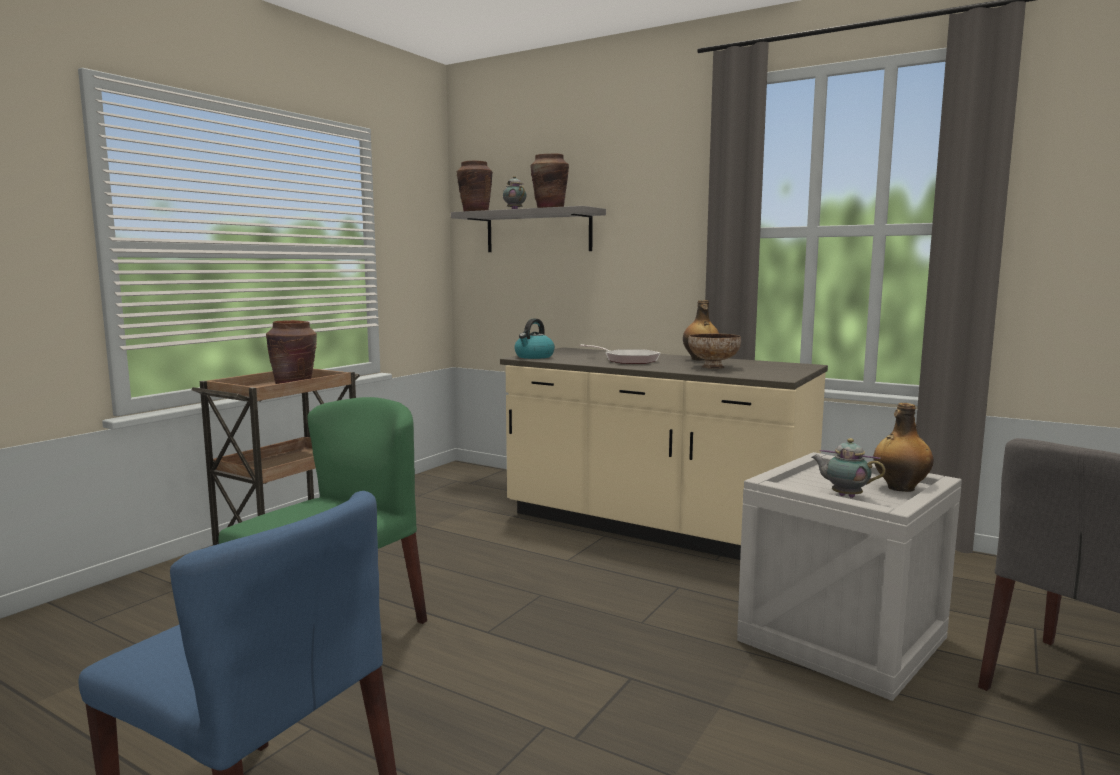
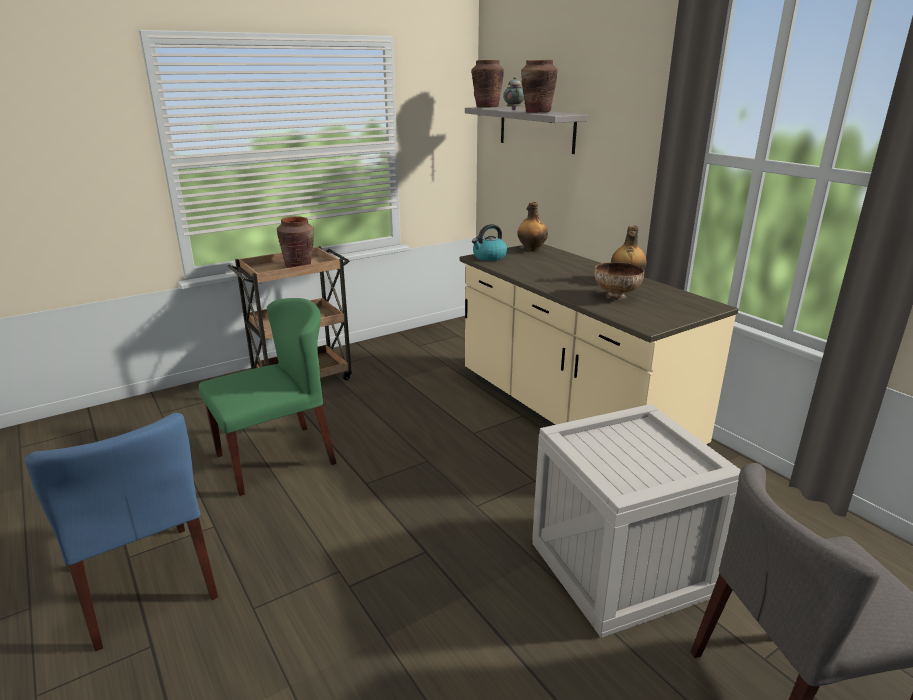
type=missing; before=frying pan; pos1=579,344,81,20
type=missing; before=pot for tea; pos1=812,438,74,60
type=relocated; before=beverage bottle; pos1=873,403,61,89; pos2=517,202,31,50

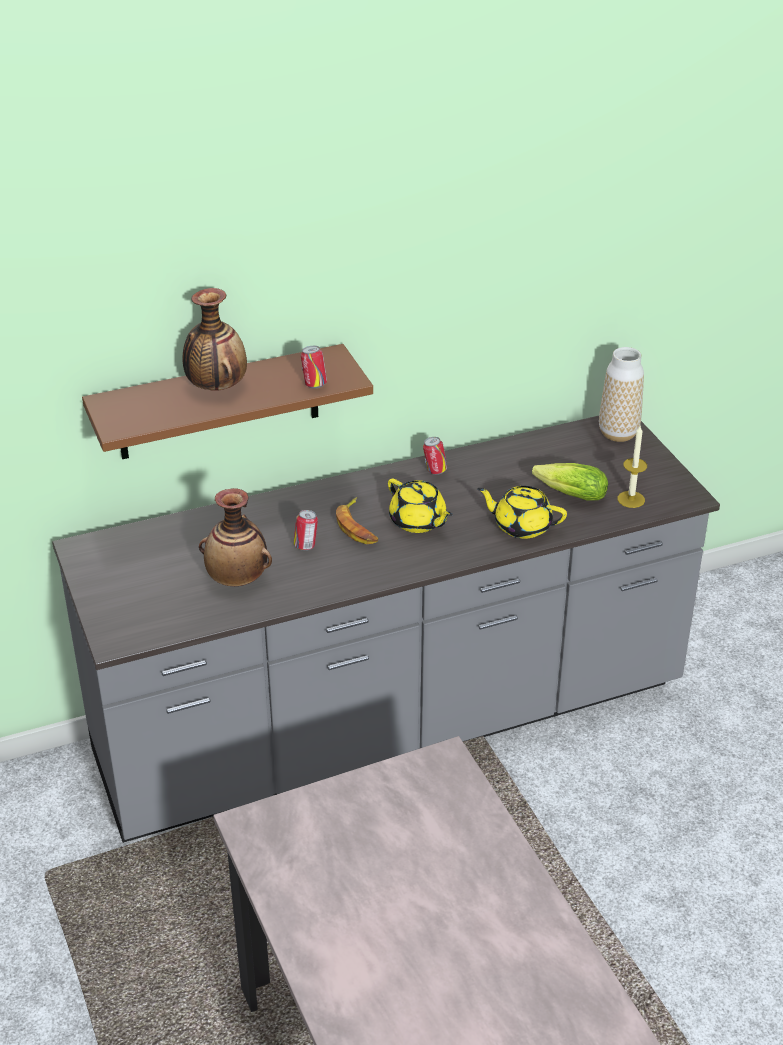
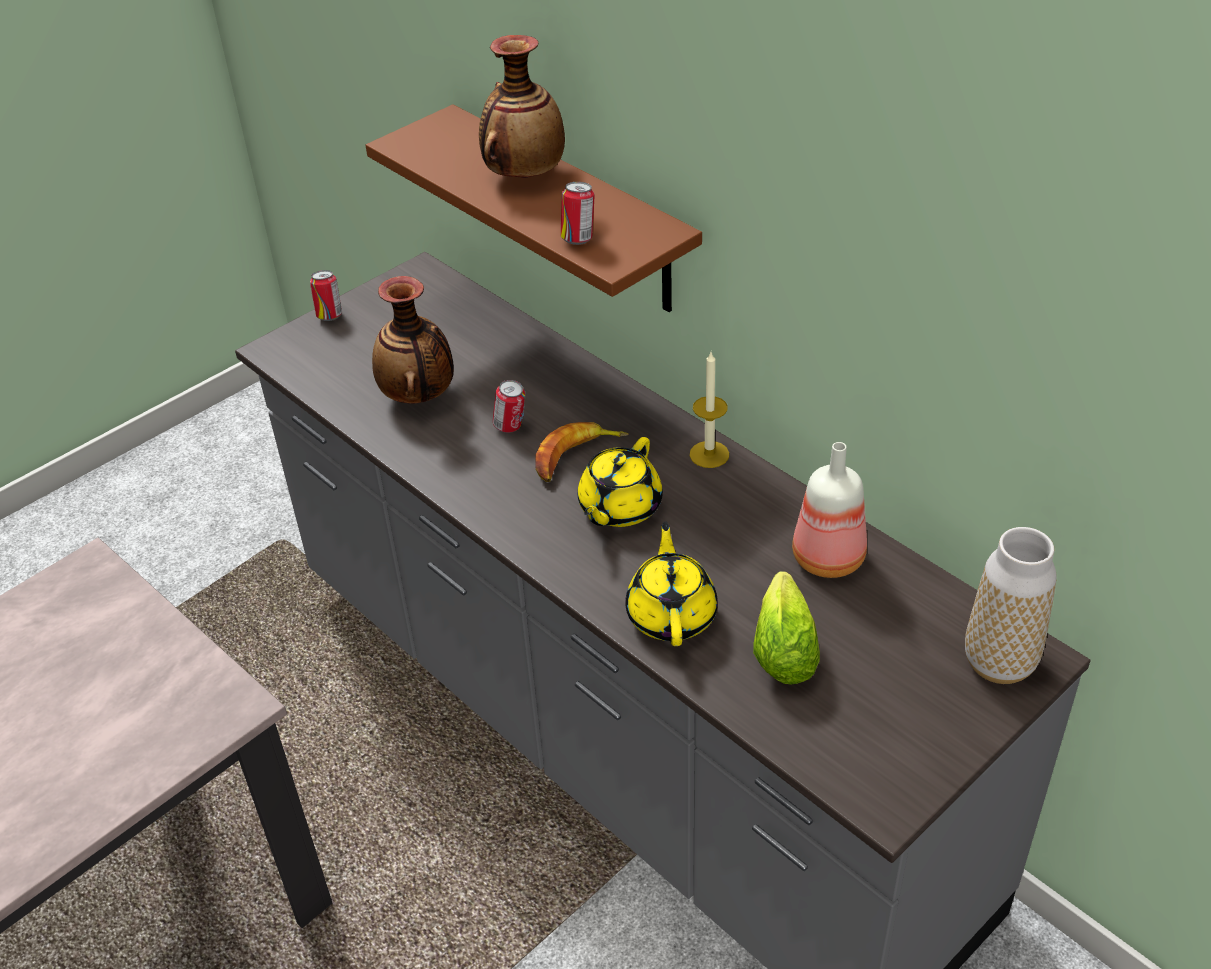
type=relocated; before=metal can; pos1=423,437,24,38; pos2=310,270,32,51
type=relocated; before=wax candle; pos1=617,426,30,82; pos2=690,352,39,116
type=appeared; after=beverage bottle; pos2=792,442,75,136

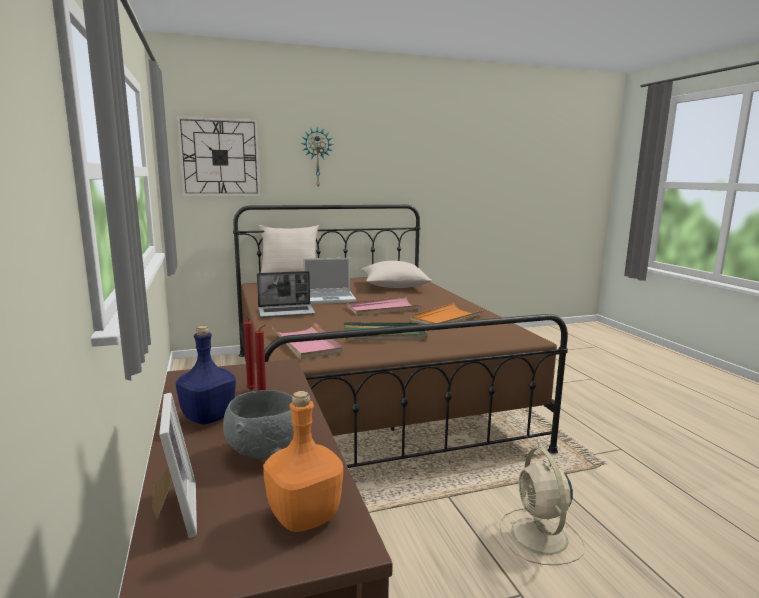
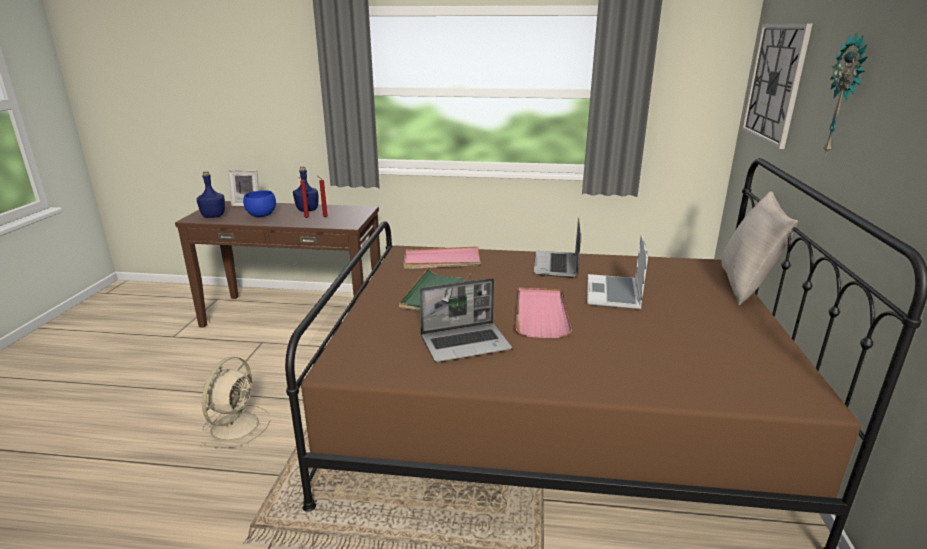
type=colour; before=serving bowl/gray; after=serving bowl/bluish; pos1=223,390,71,69; pos2=243,190,33,27
type=colour; before=beverage bottle/orangey; after=beverage bottle/bluish; pos1=263,391,80,141; pos2=197,171,28,47
type=missing; before=pillow/beige-coloured; pos1=361,261,71,27
type=exchanged; before=serving tray/orangey; after=laptop; pos1=410,303,74,21; pos2=419,278,93,84
type=spun; before=cooling fan/beige-coloured; pos1=500,448,85,117; pos2=200,357,70,91; turn=90

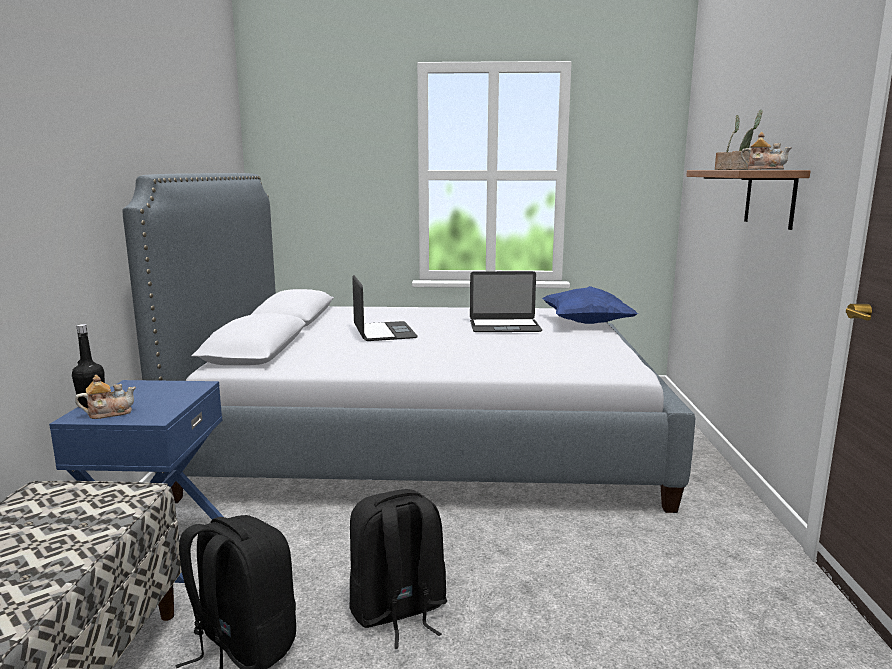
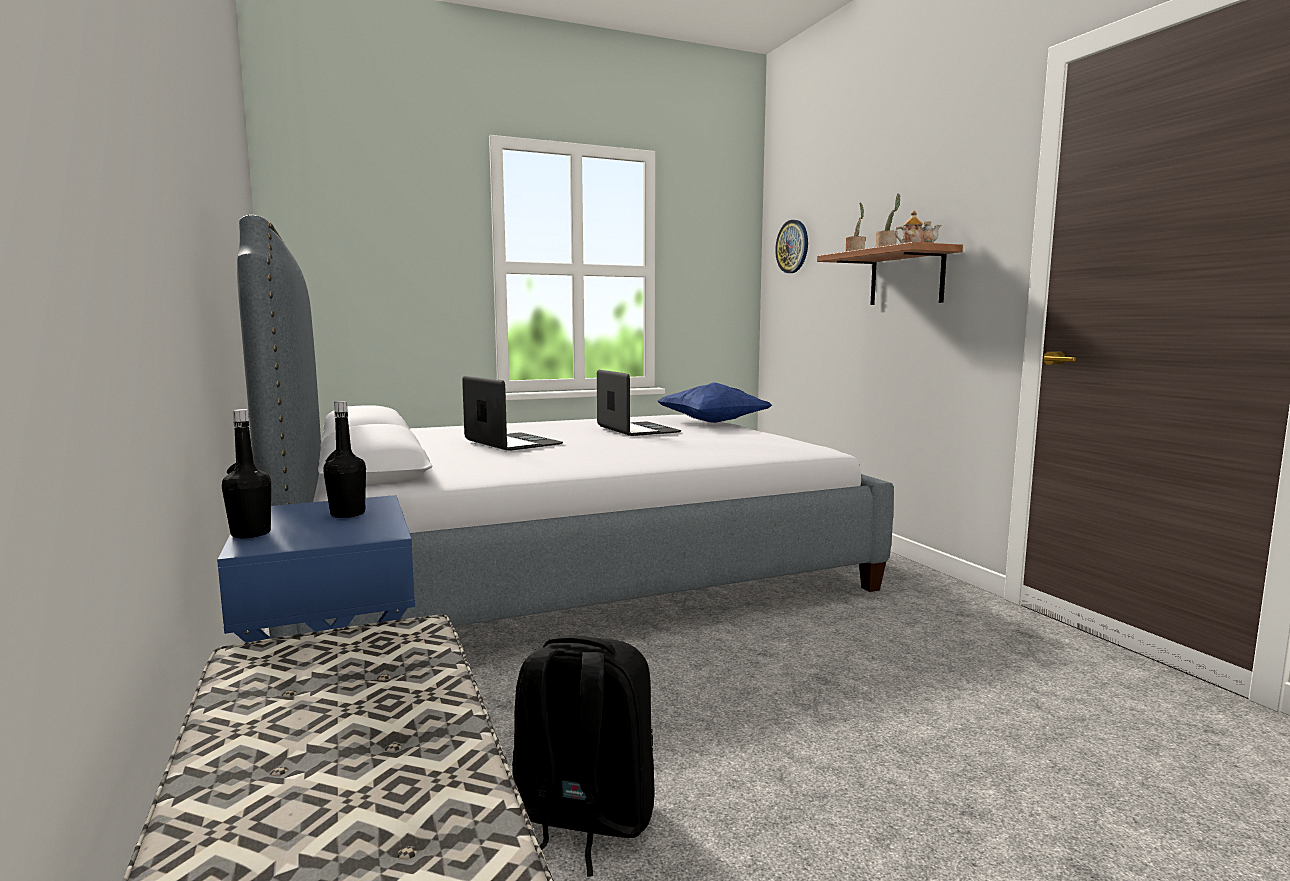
type=missing; before=pot for tea; pos1=75,375,61,44
type=missing; before=rucksack/black; pos1=349,489,98,160
type=spun; before=laptop; pos1=470,271,72,61; pos2=597,370,84,66; turn=-90
type=appeared; after=beverage bottle/black; pos2=323,401,43,117
type=appeared; after=wall clock; pos2=775,220,33,53

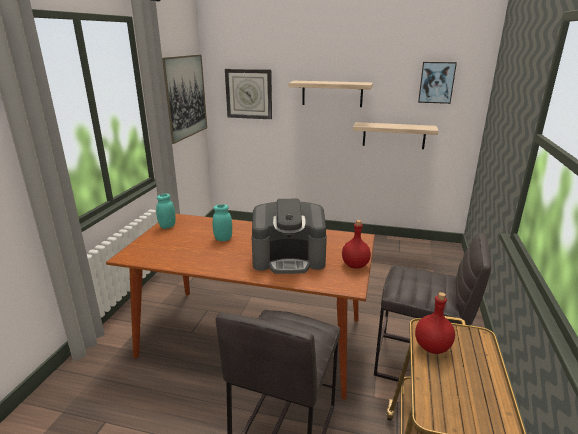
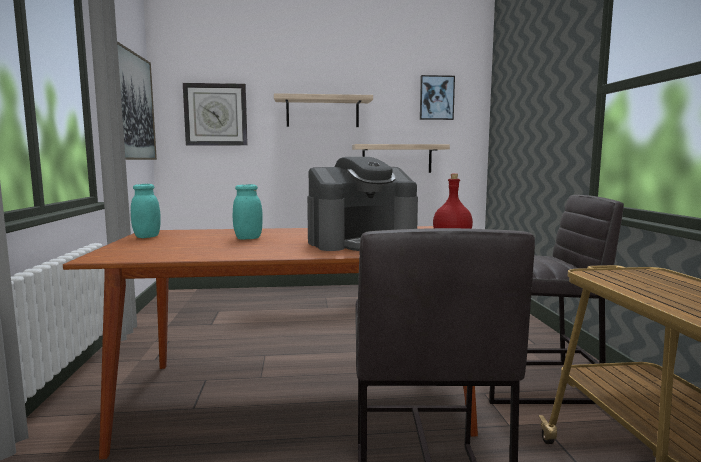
type=missing; before=beverage bottle/red; pos1=415,292,40,62

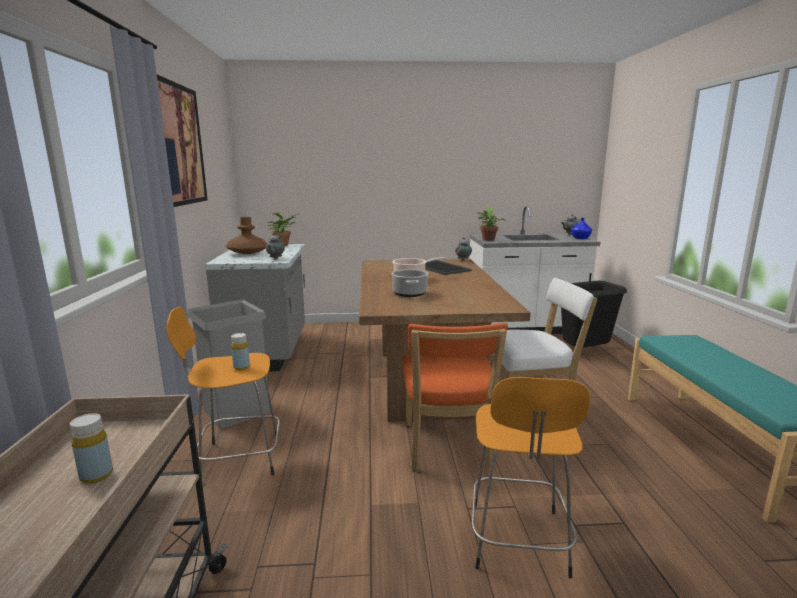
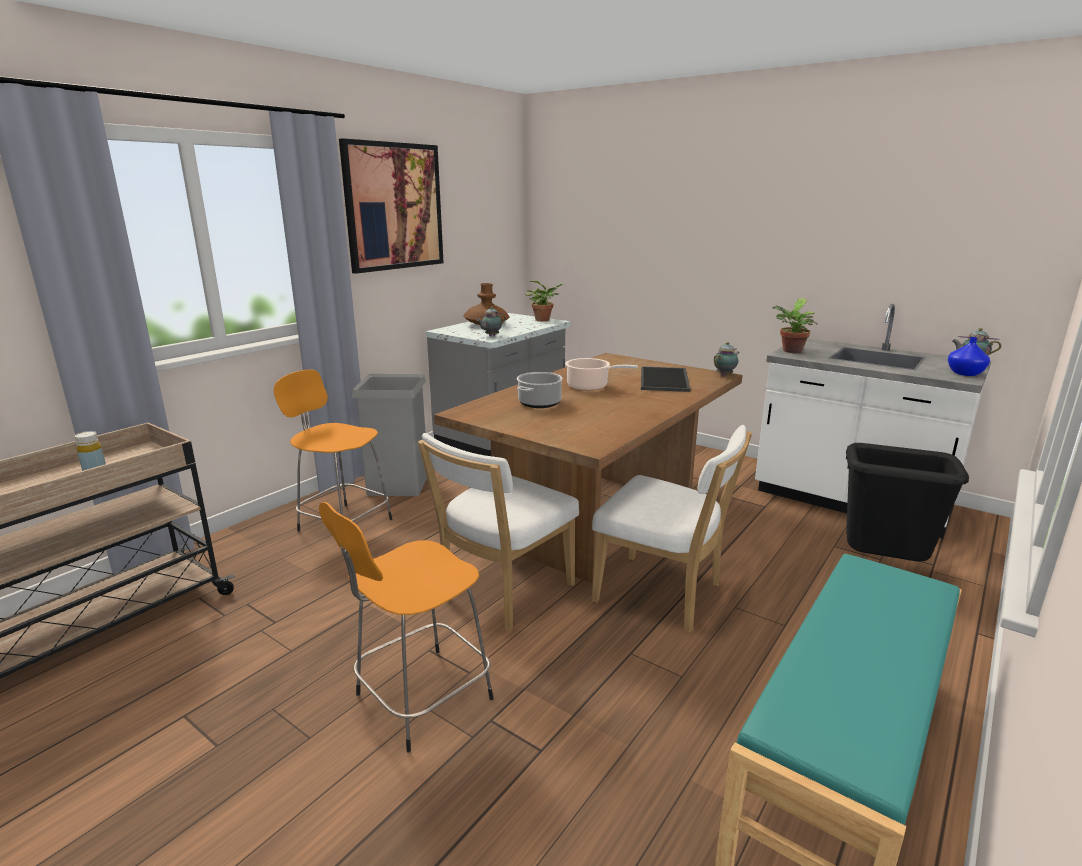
type=missing; before=beverage bottle/yellow-coloured; pos1=231,333,19,37
type=colour; before=plain chair/orangey; after=plain chair/whitish; pos1=402,323,106,147; pos2=418,433,161,198

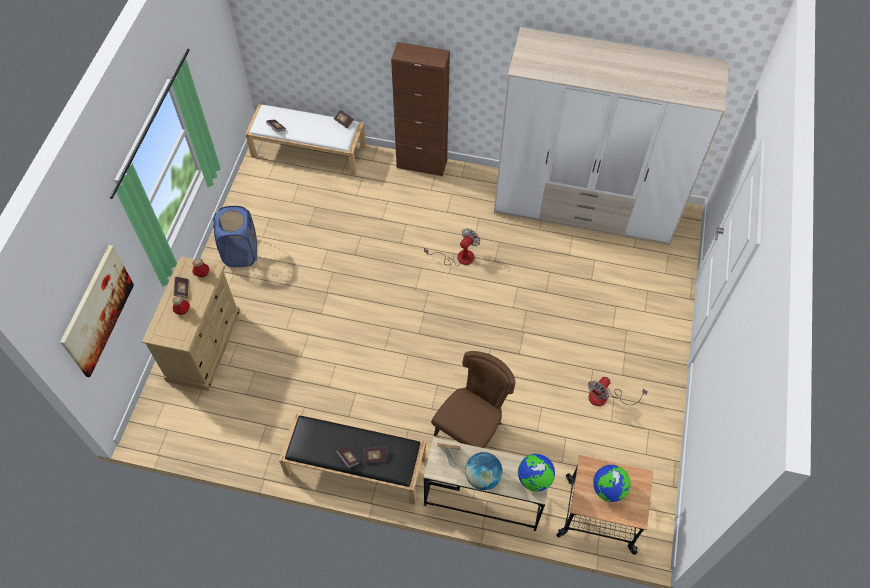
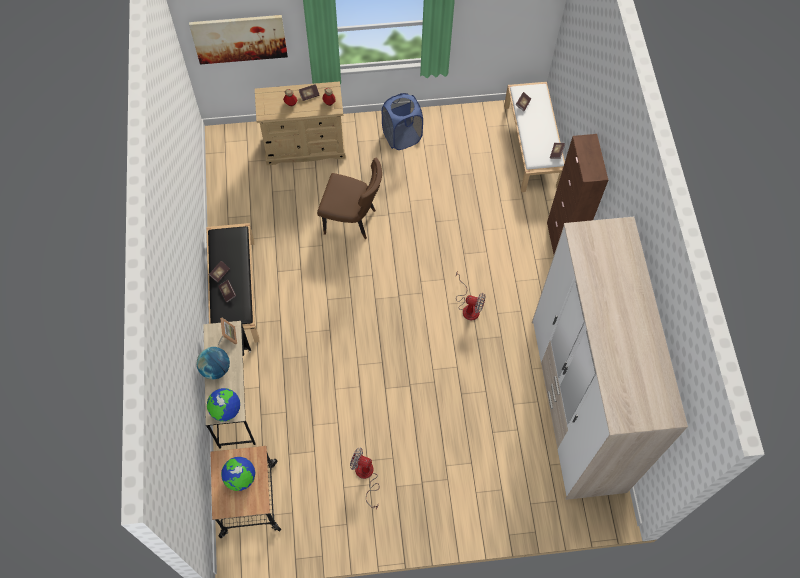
type=relocated; before=plain chair/brown-coloured; pos1=431,351,84,97; pos2=317,158,65,81

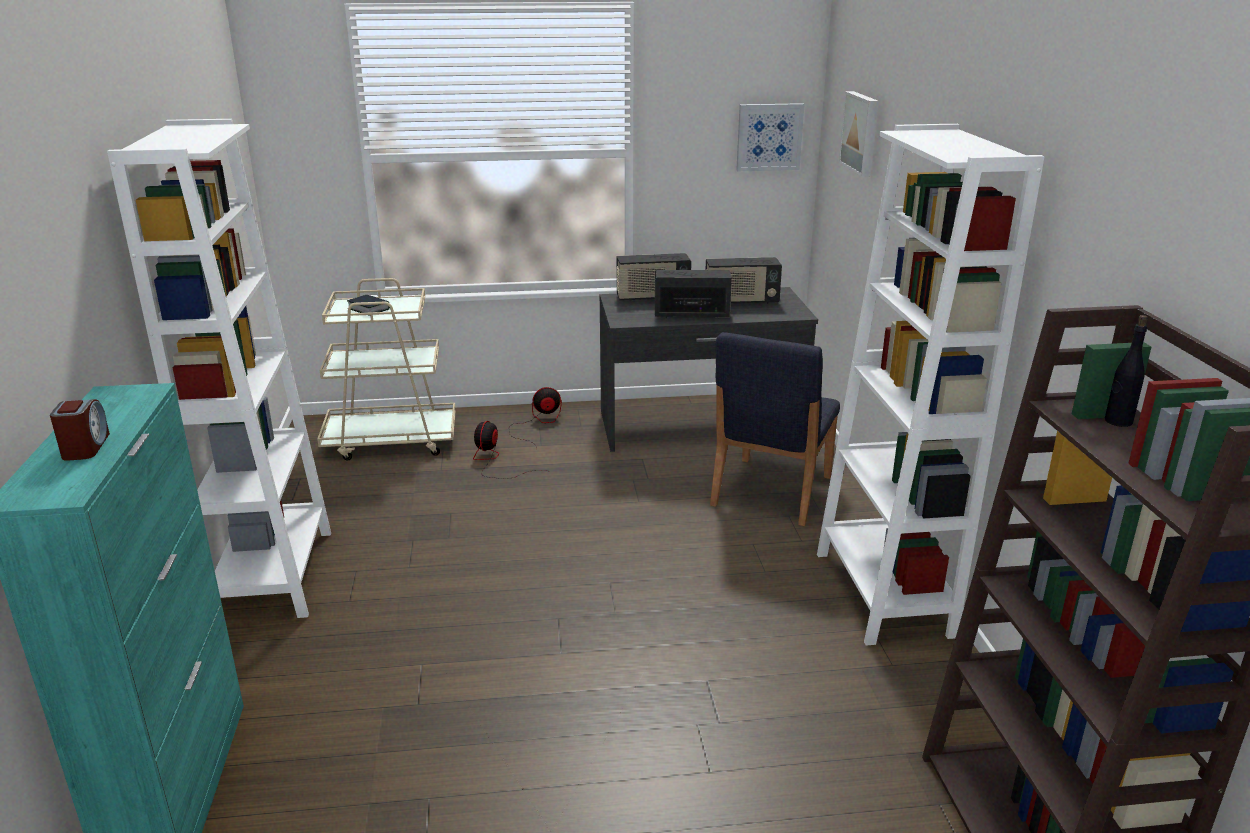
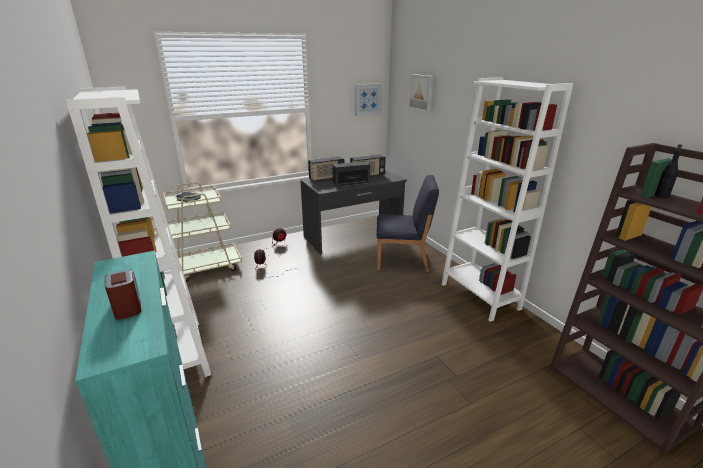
type=spun; before=plain chair/bluish; pos1=710,332,130,194; pos2=377,175,62,97; turn=-90

